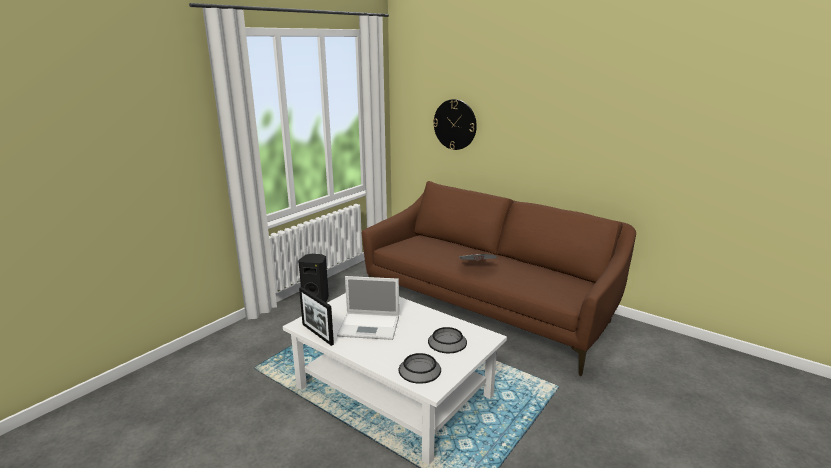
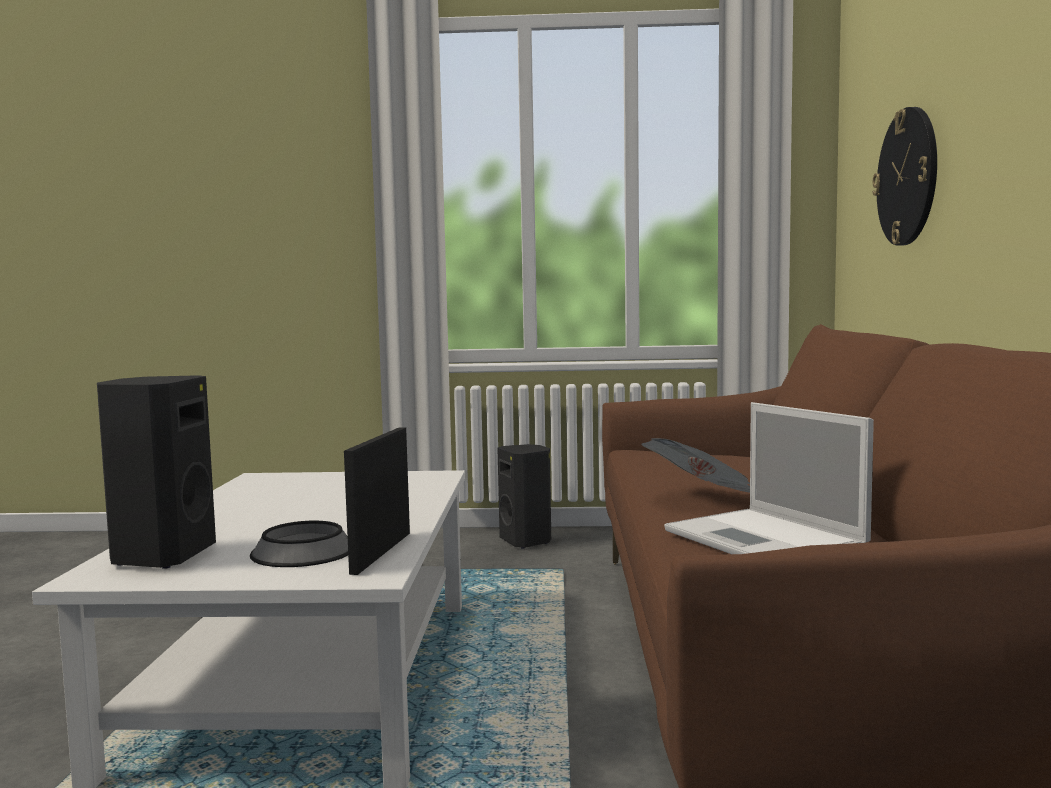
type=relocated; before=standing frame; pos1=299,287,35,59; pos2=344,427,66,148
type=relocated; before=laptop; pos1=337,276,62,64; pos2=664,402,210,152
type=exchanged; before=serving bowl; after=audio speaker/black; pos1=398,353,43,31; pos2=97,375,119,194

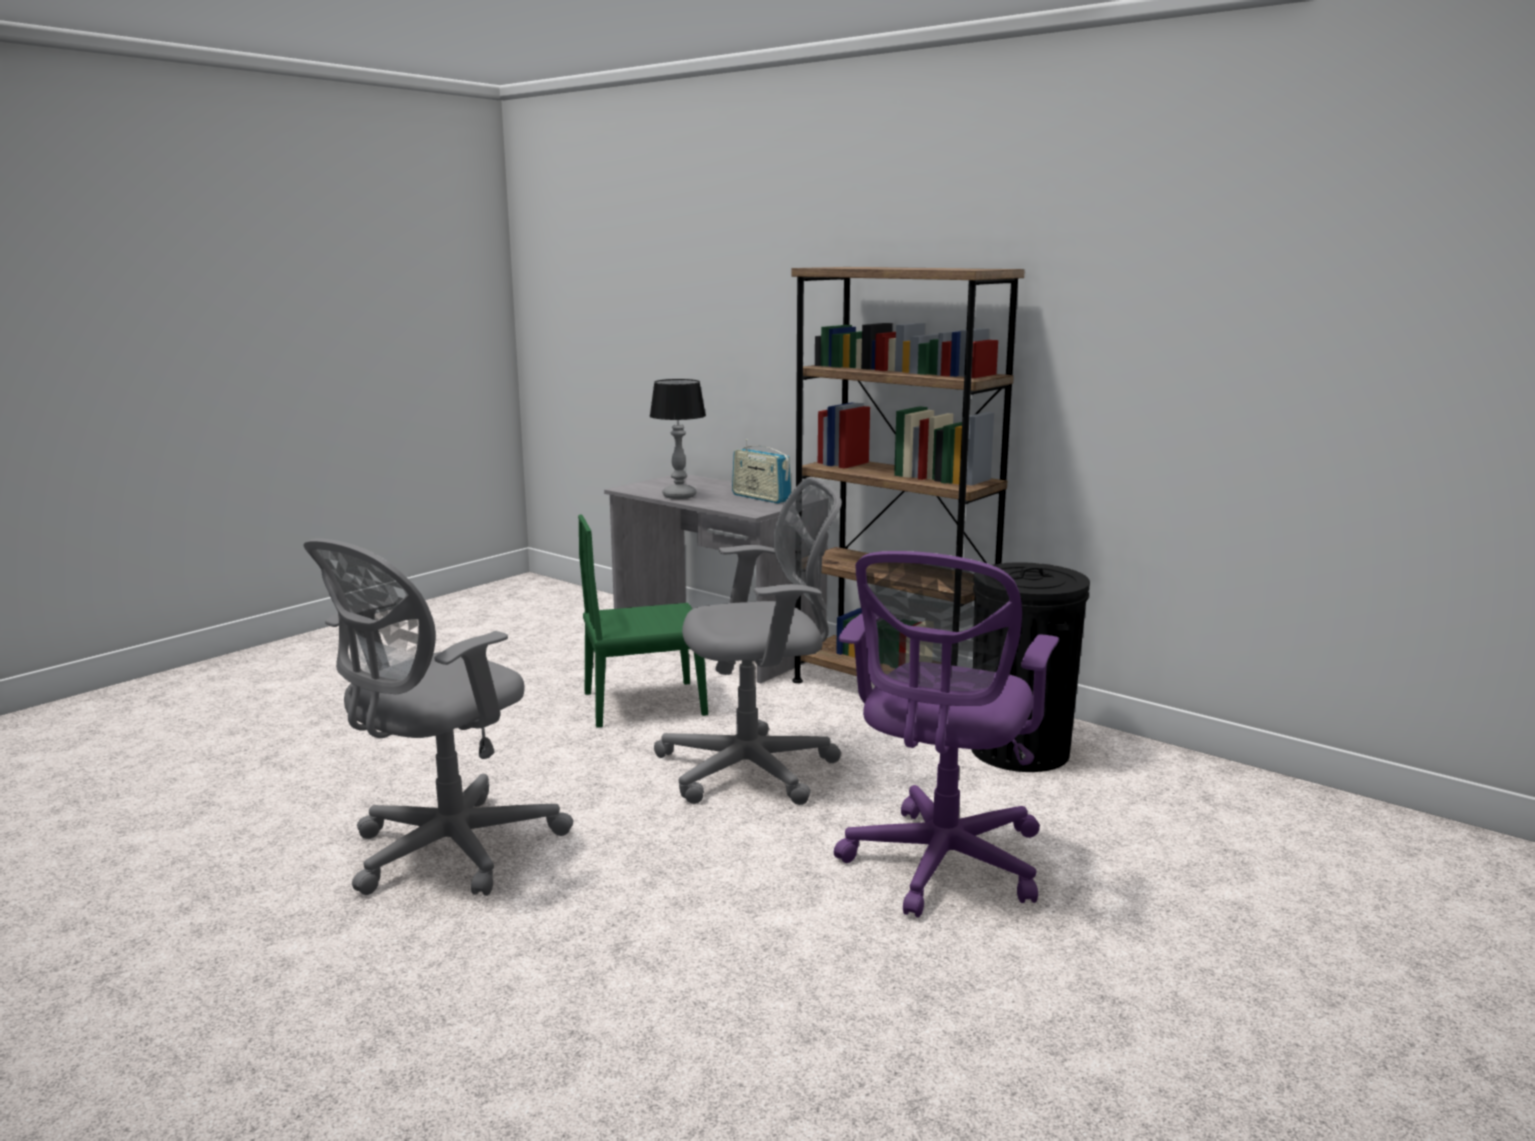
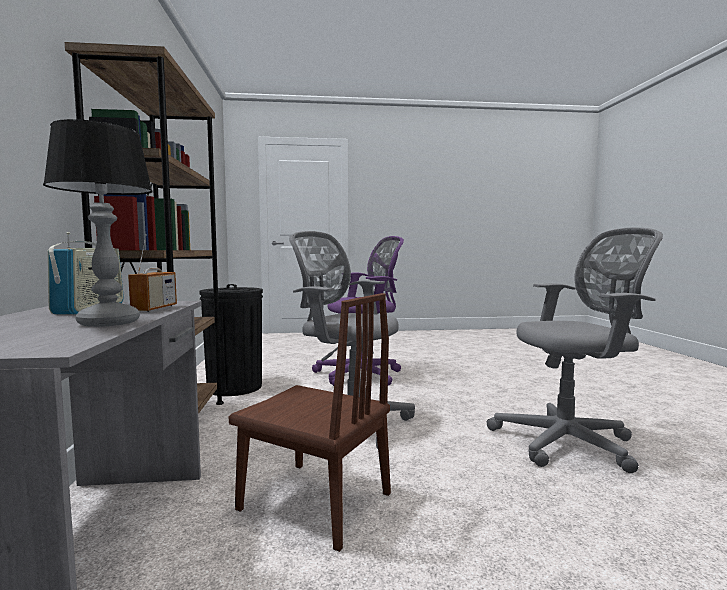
type=colour; before=plain chair/greenish; after=plain chair/brown-coloured; pos1=578,514,130,214; pos2=229,293,162,259
type=appeared; after=radio set; pos2=128,234,49,78

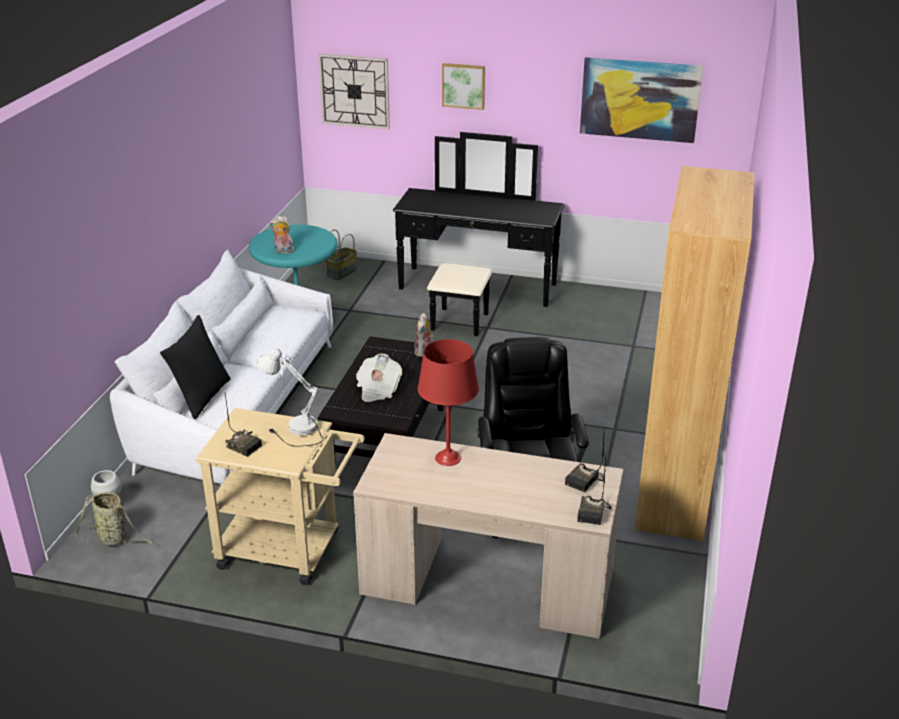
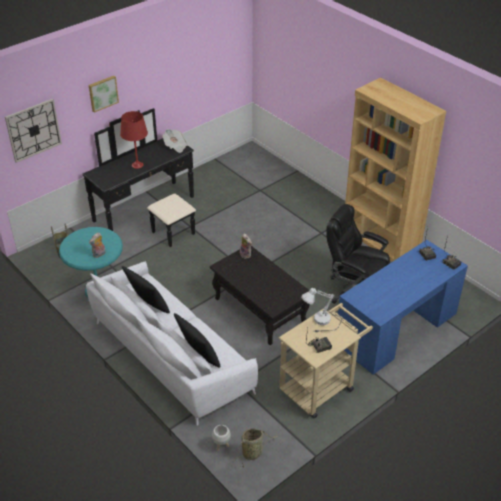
type=colour; before=desk unit/beige-coloured; after=desk unit/bluish; pos1=353,433,270,206; pos2=338,240,130,135
type=relocated; before=daily paper; pos1=356,354,47,48; pos2=162,129,26,24
type=relocated; before=table lamp/red; pos1=418,339,61,127; pos2=120,111,28,58
type=missing; before=picture; pos1=580,57,123,86
type=appeared; after=pillow/black; pos2=122,266,48,47

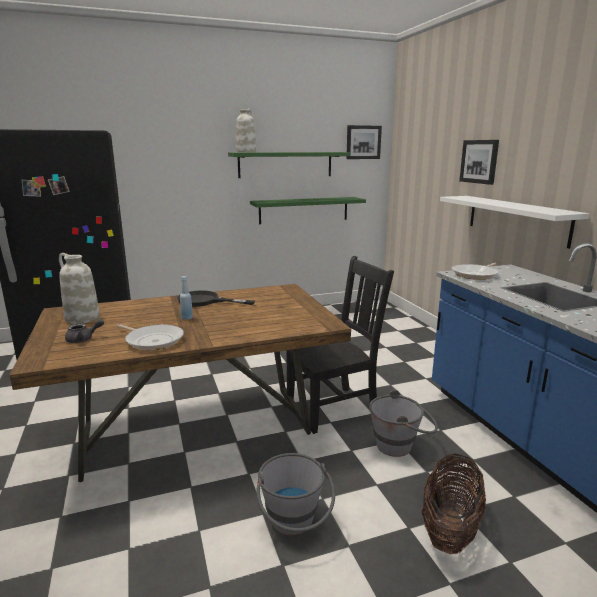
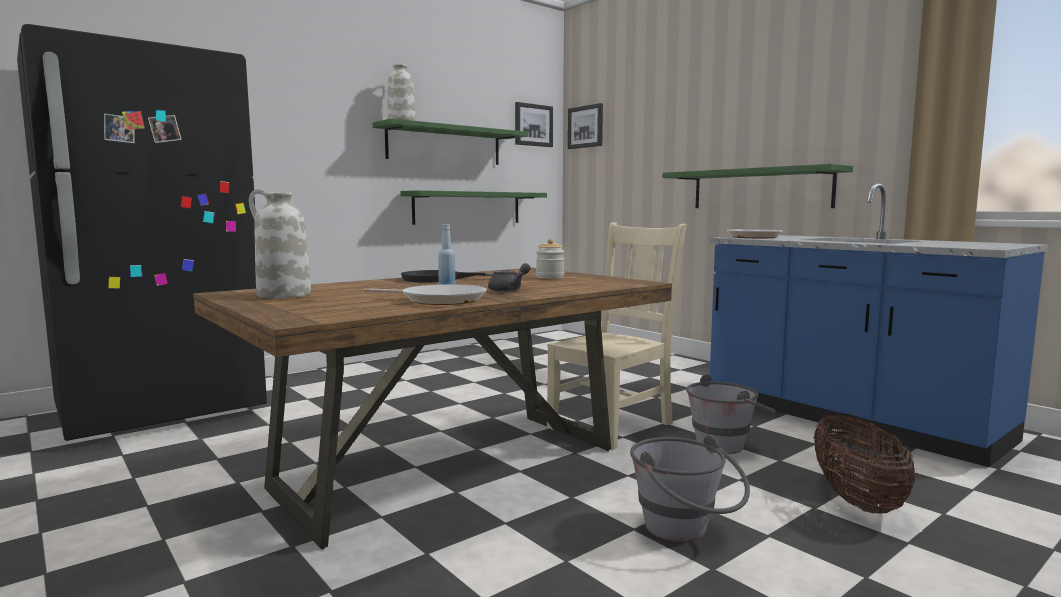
type=relocated; before=pot for tea/gray; pos1=65,319,39,24; pos2=488,263,42,29
type=colour; before=plain chair/black; after=plain chair/beige-coloured; pos1=286,256,108,178; pos2=547,222,140,228
type=colour; before=wall shelf/whitish; after=wall shelf/greenish; pos1=440,196,149,53; pos2=662,164,191,44
type=relocated; before=picture; pos1=459,140,40,45; pos2=568,103,35,46
type=appeared; after=jar; pos2=536,239,28,40

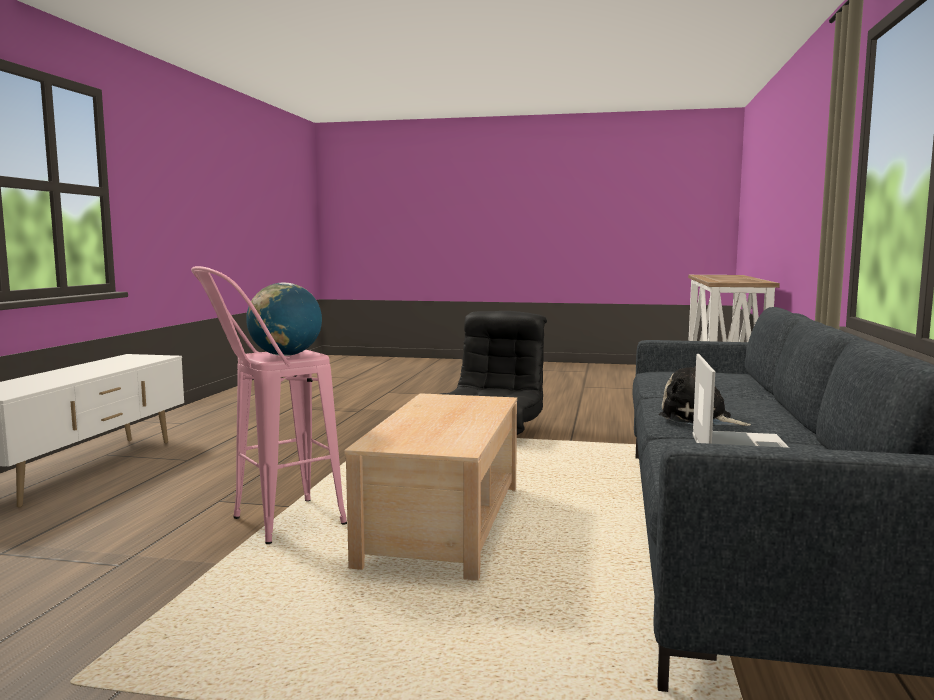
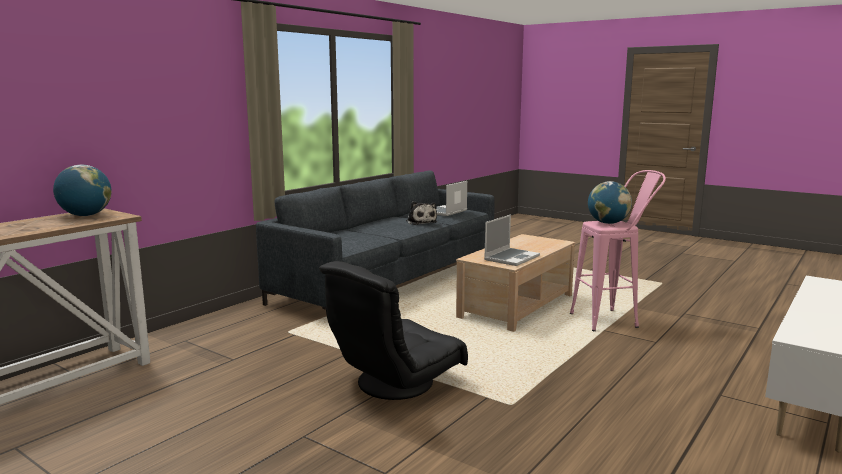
type=appeared; after=globe; pos2=53,165,59,51
type=appeared; after=laptop; pos2=484,214,56,52

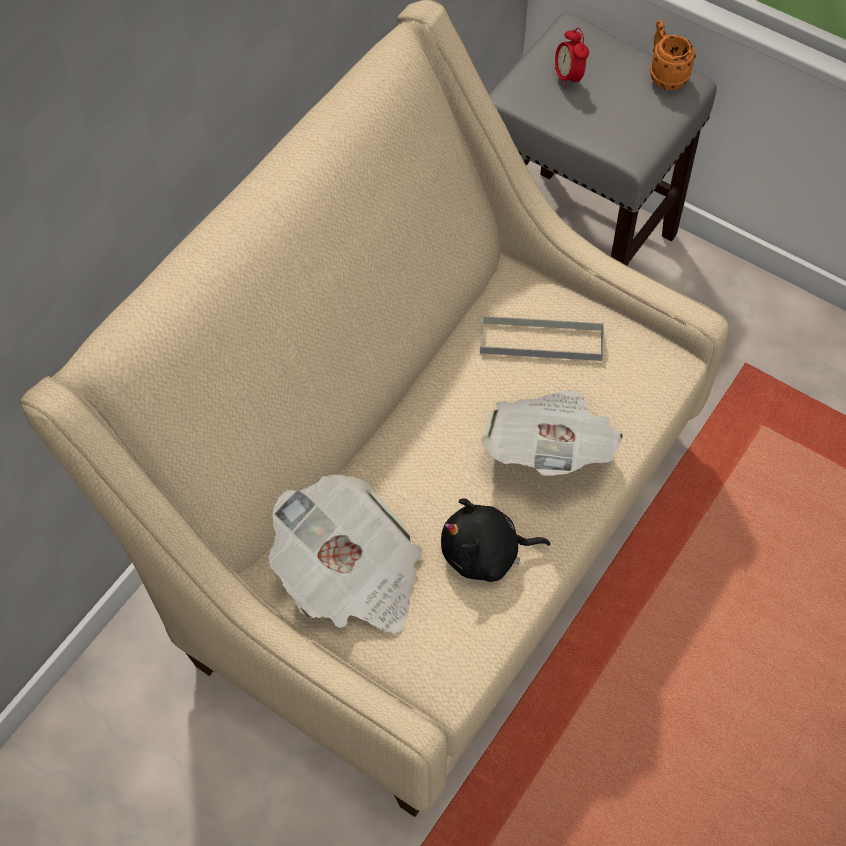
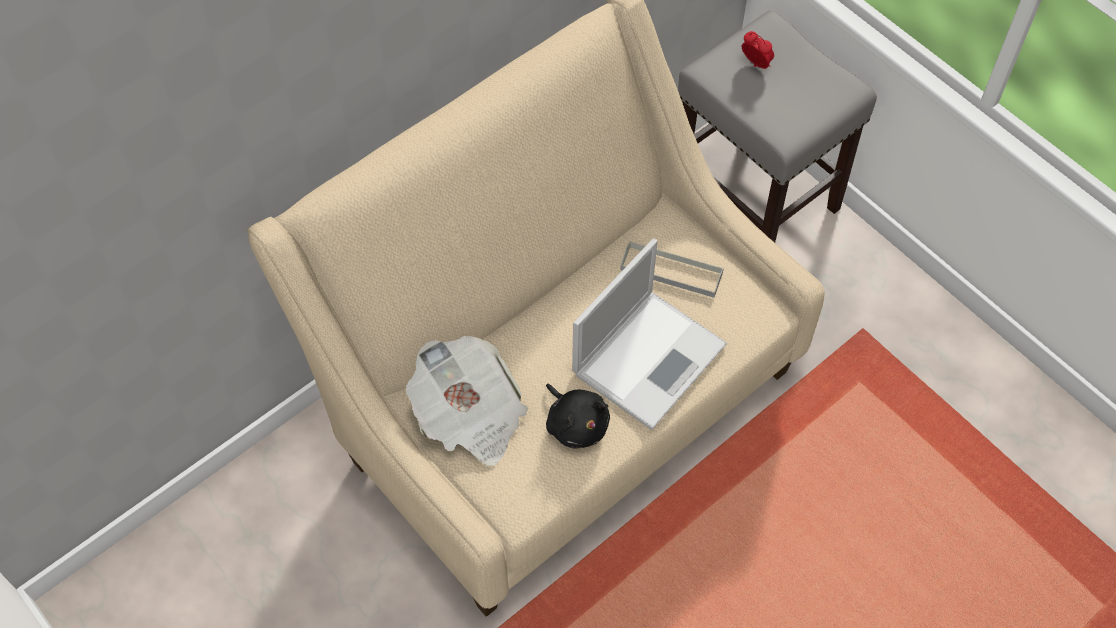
type=spun; before=soft toy/black; pos1=441,498,109,84; pos2=546,384,64,65; turn=-135
type=exchanged; before=daily paper; after=laptop; pos1=481,390,143,86; pos2=572,239,155,191
type=spun; before=alarm clock; pos1=555,28,34,61; pos2=742,31,32,38; turn=135
type=missing; before=coffee mug/orangey; pos1=650,20,46,70

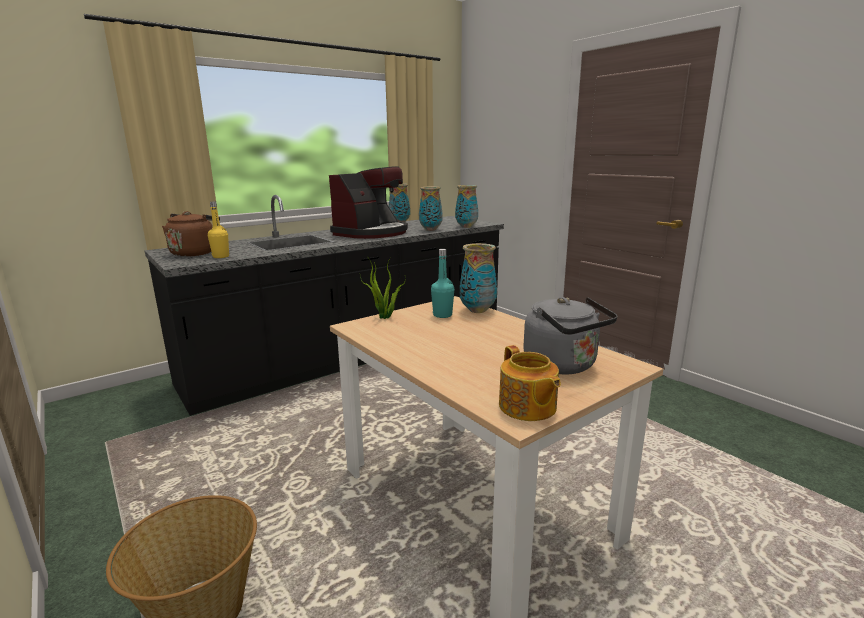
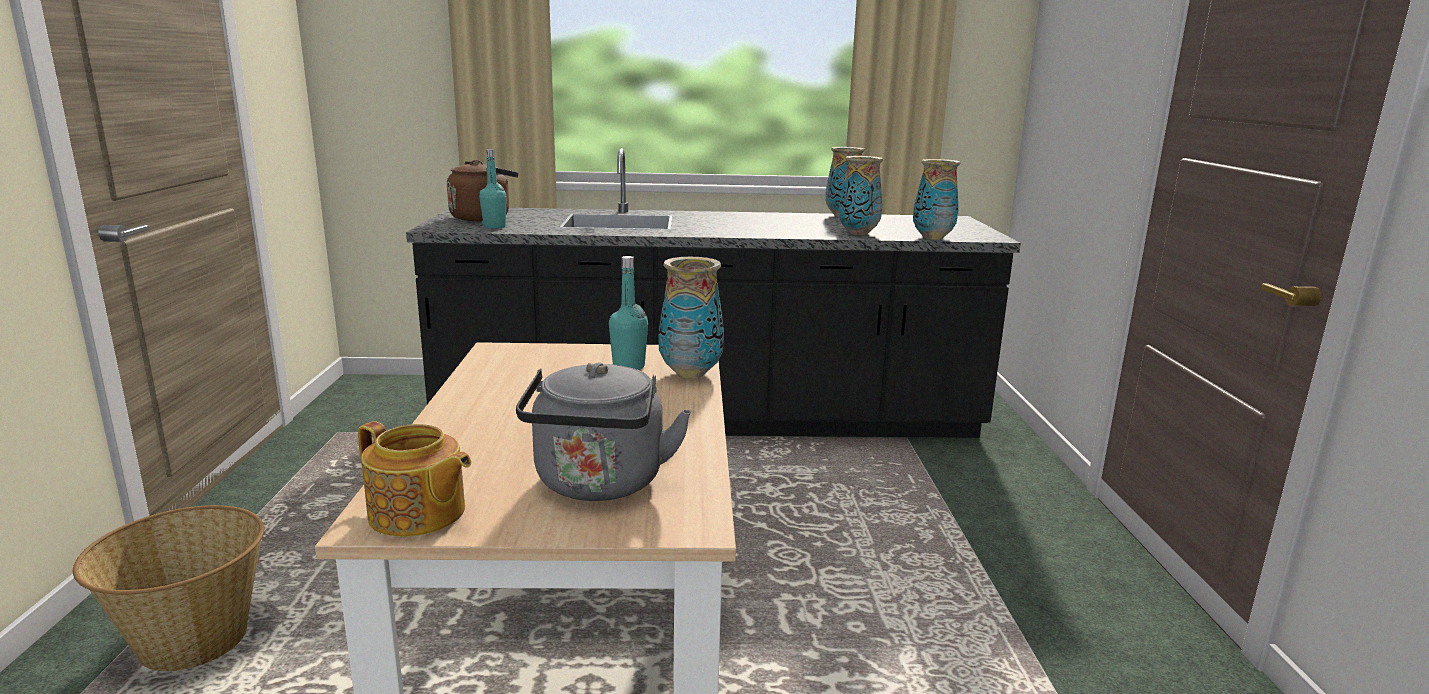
type=colour; before=beverage bottle/yellow-coloured; after=beverage bottle/turquoise; pos1=208,201,21,57; pos2=479,149,28,80
type=missing; before=coffee machine; pos1=329,166,79,73
type=missing; before=houseplant; pos1=360,258,45,61
type=spun; before=pot for tea; pos1=499,345,62,76; pos2=358,421,113,116; turn=-75

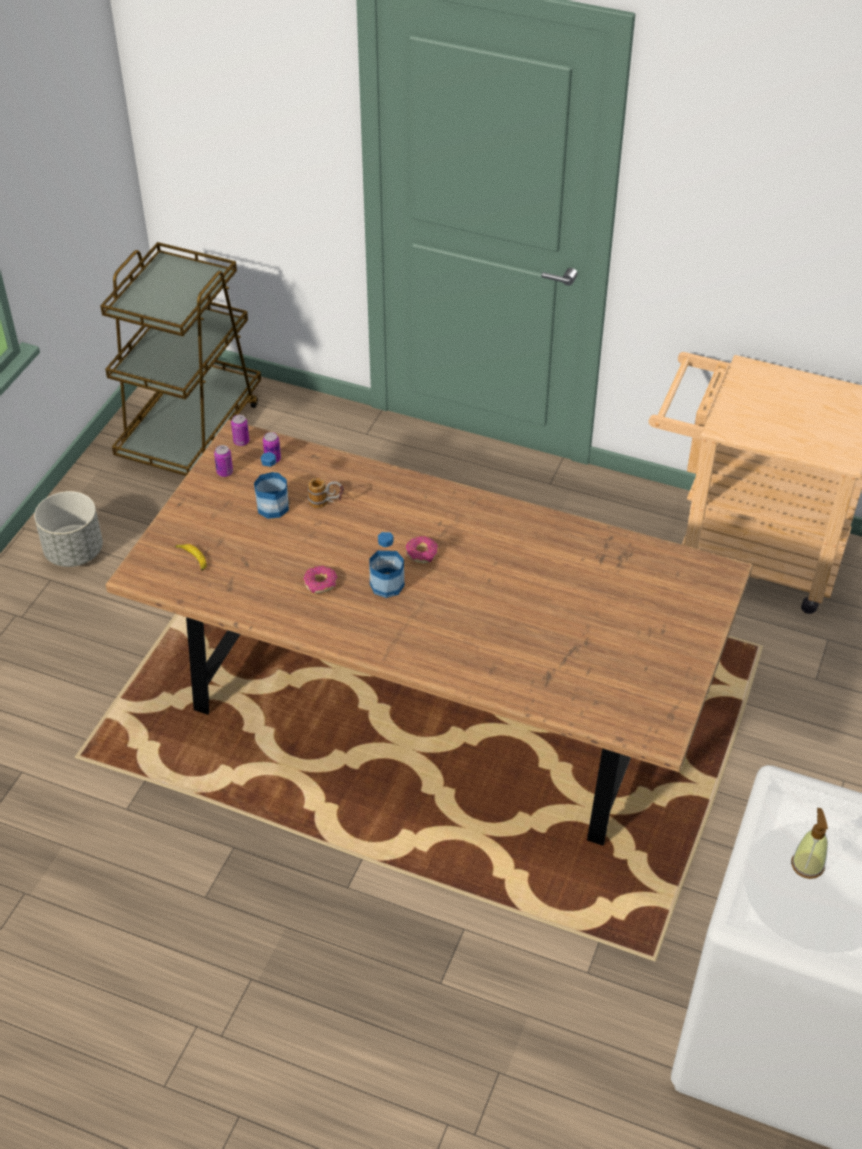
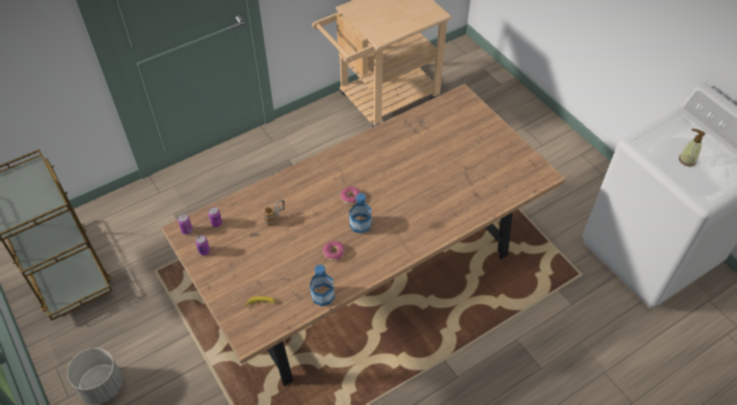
type=relocated; before=beverage bottle; pos1=254,452,35,67; pos2=310,265,25,41

